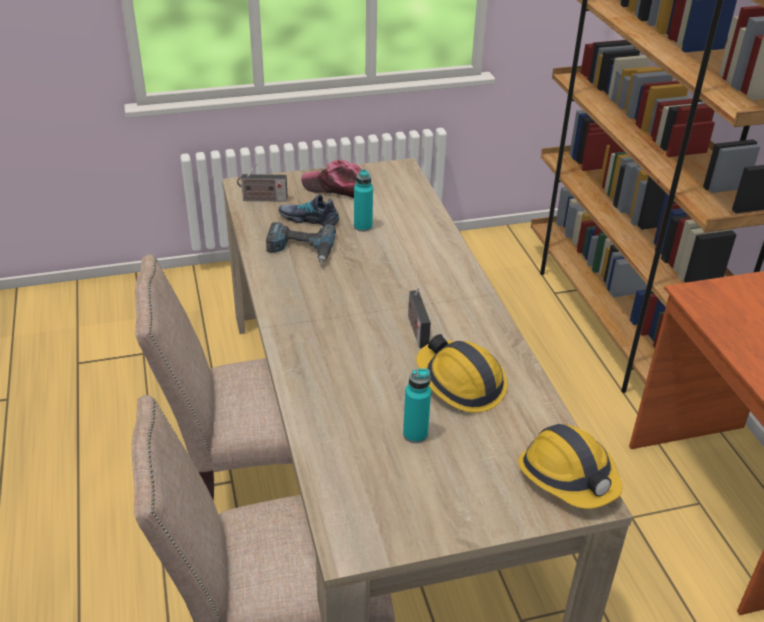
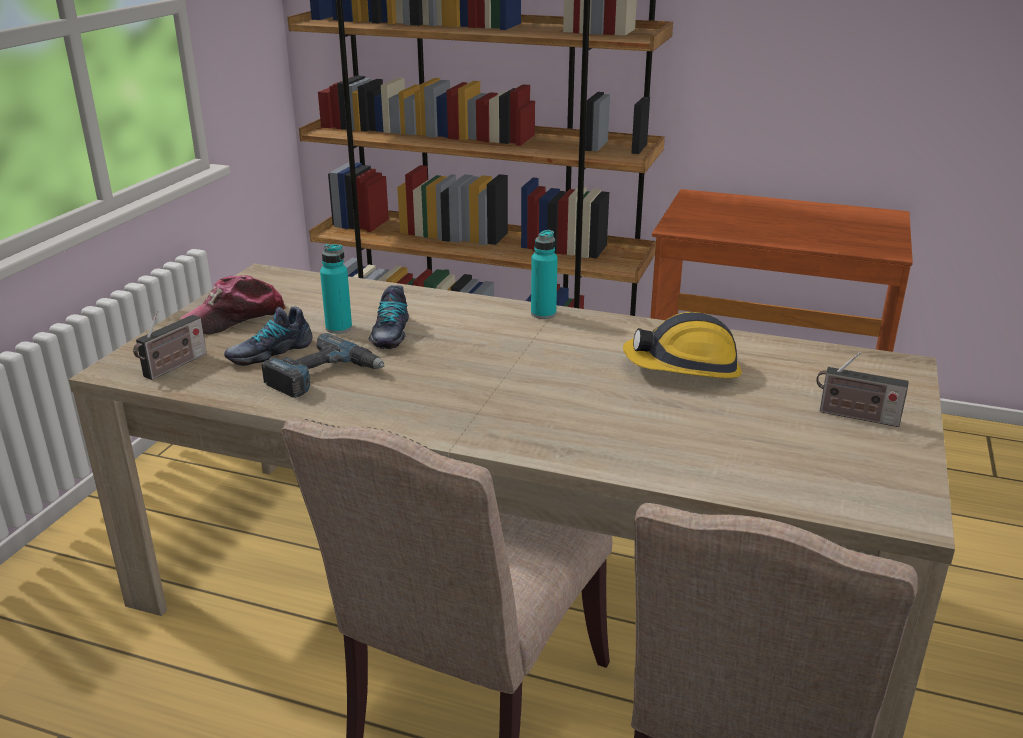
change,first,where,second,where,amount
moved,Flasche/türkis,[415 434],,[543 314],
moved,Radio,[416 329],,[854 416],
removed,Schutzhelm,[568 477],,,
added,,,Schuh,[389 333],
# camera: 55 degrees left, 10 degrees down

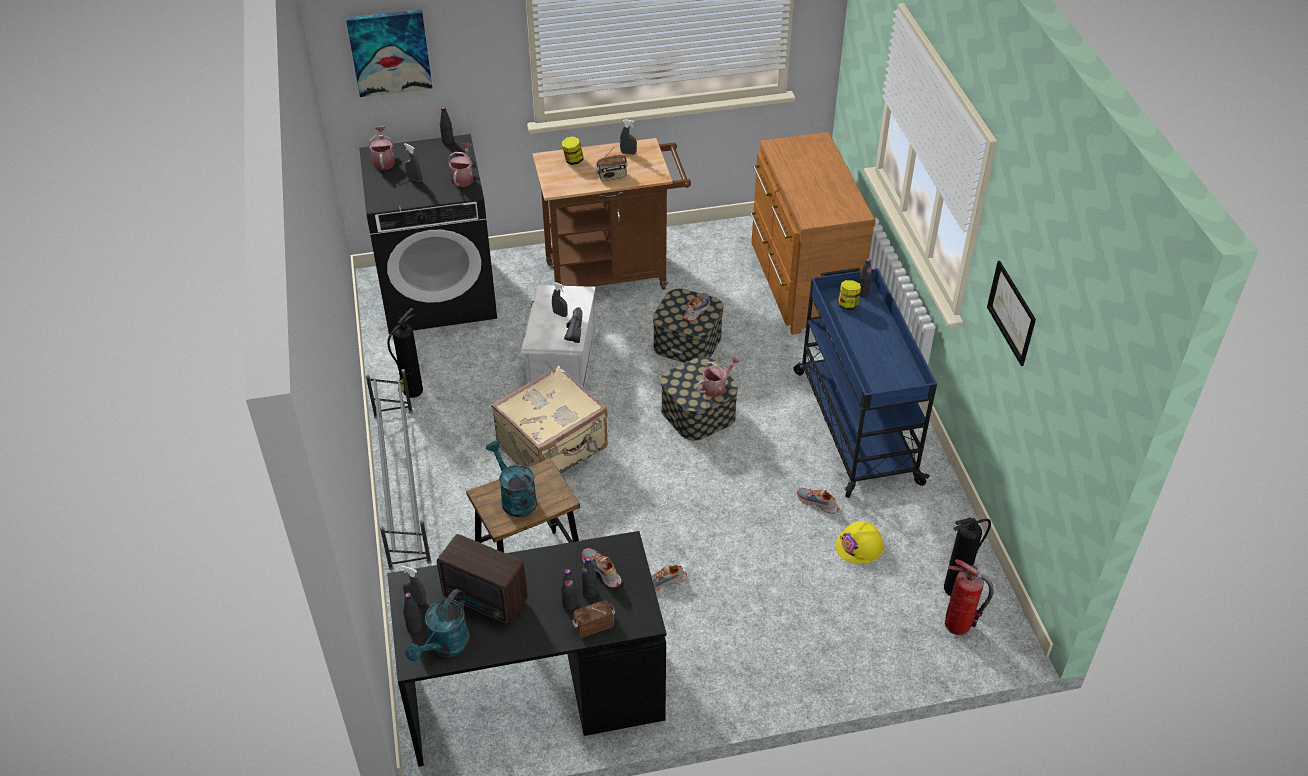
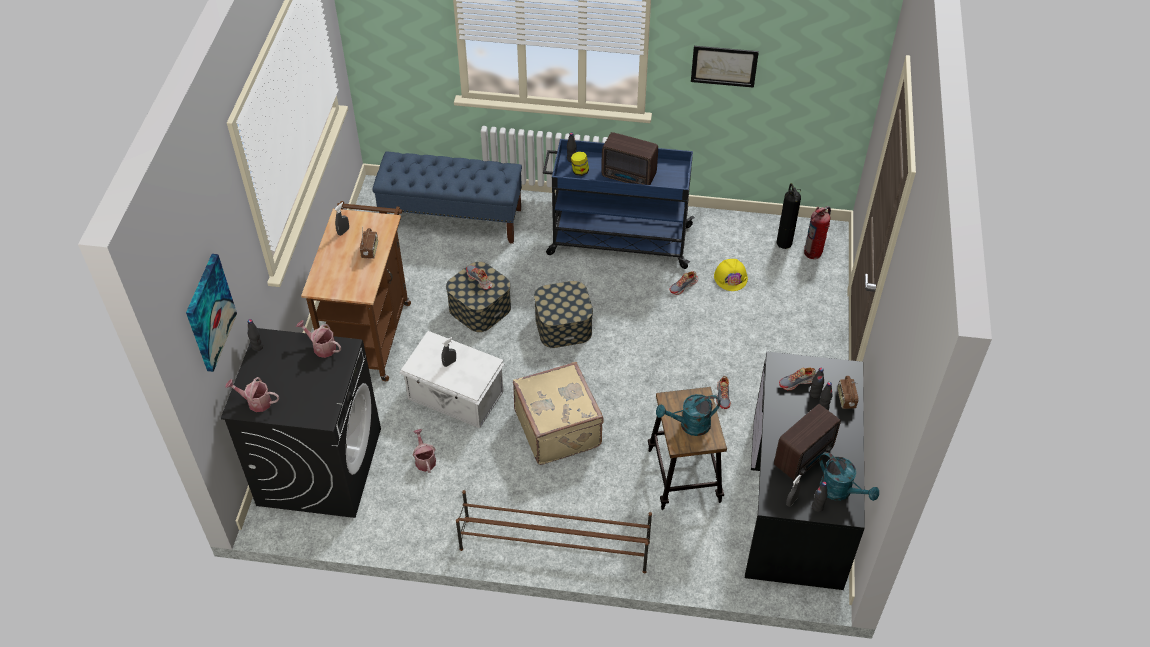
change,first,where,second,where,amount
recoloured,Schuhregal/grau,[401 485],Schuhregal/braun,[553 545],
removed,Feuerlöscher,[412 392],,,
removed,Sprühflasche/grau,[414 179],,,
removed,Vorratsglas,[573 160],,,
removed,Schuh/schwarz,[573 331],,,
moved,Gießkanne,[716 387],,[424 459],
replaced,Kommode/braun,[801 284],Bank/blau,[452 219],
added,,,Radio,[629 177],
# camera: 70 degrees left, 5 degrees up

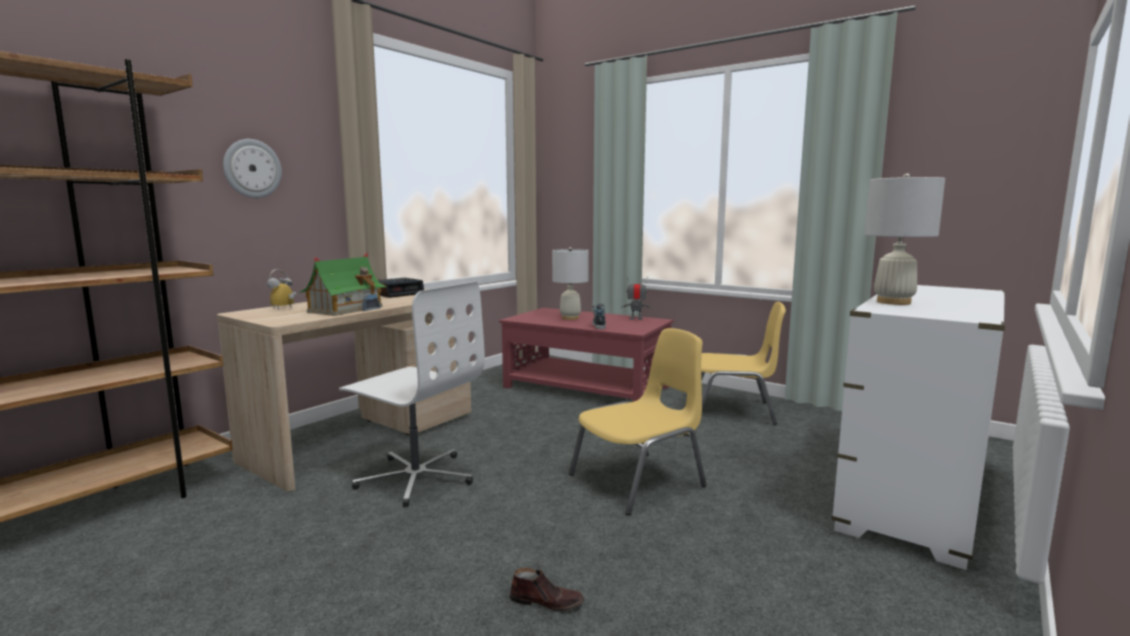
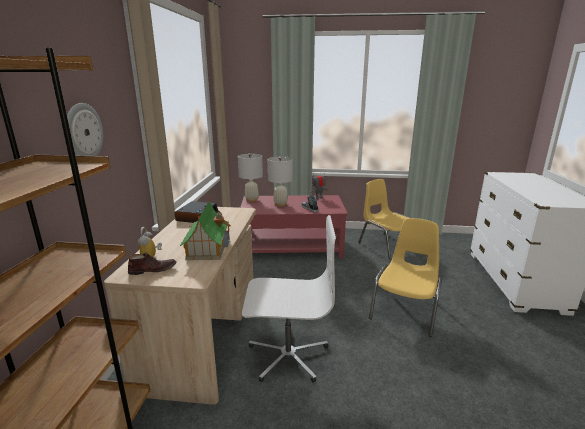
change,first,where,second,where,amount
moved,Schuh/braun,[547 601],,[153 270],
turned,Stuhl/gelb,[733 410],,[386 245],105 degrees counterclockwise
moved,Tischlampe/weiß,[893 302],,[251 200],
# camera: 30 degrees left, 10 degrees up

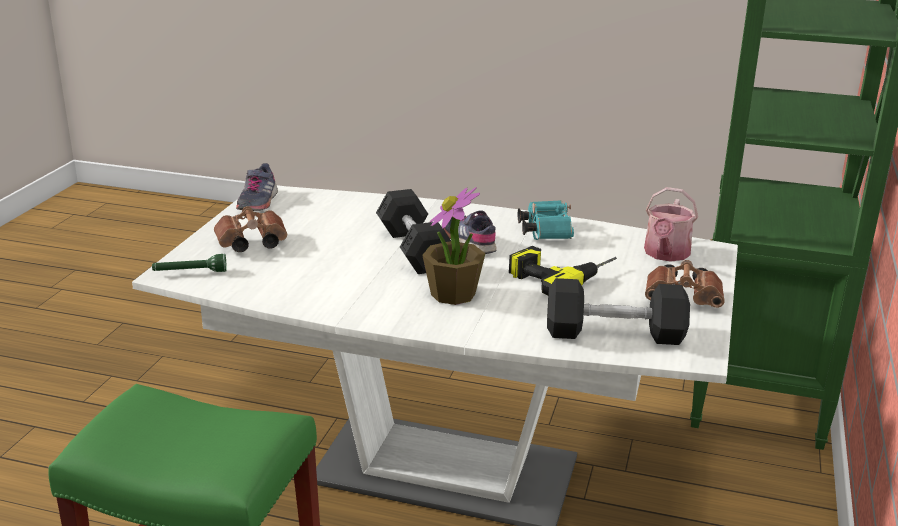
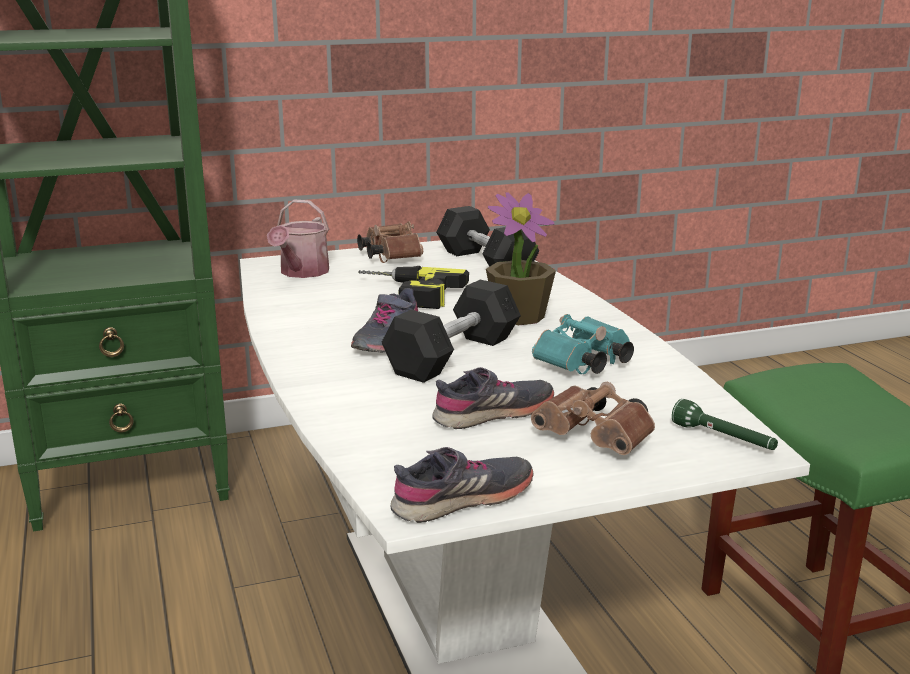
change,first,where,second,where,amount
moved,Fernglas/türkis,[545 231],,[582 365],
turned,Gießkanne,[665 254],,[302 273],120 degrees clockwise
added,,,Schuh/grau,[494 414],
# camera: 125 degrees left, 5 degrees down

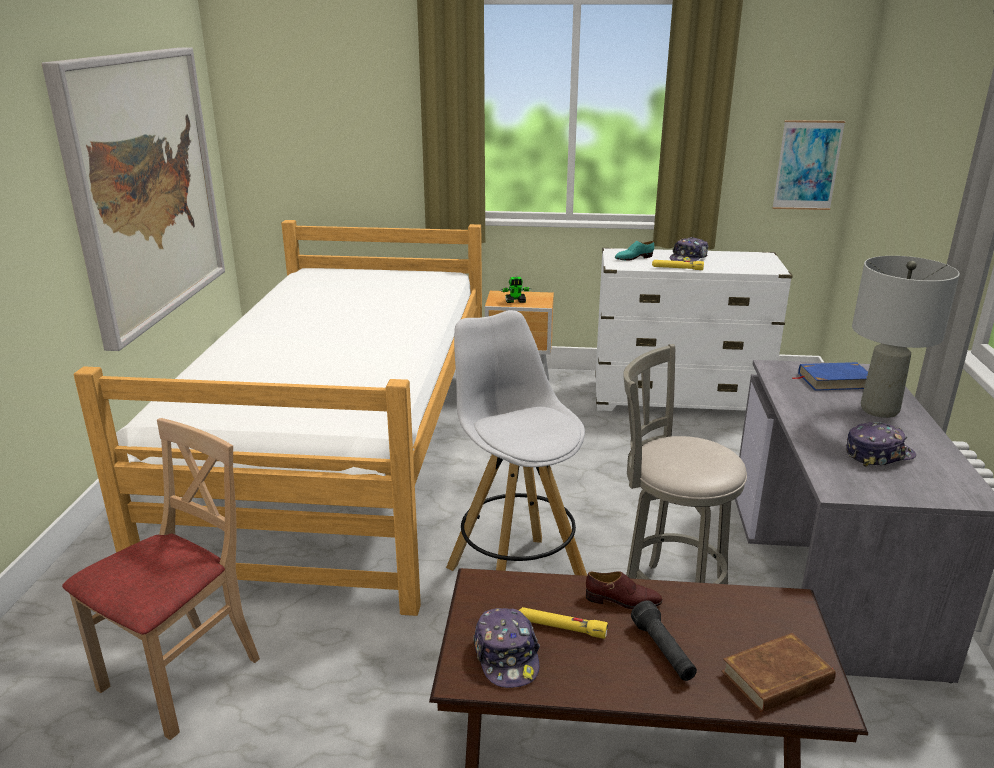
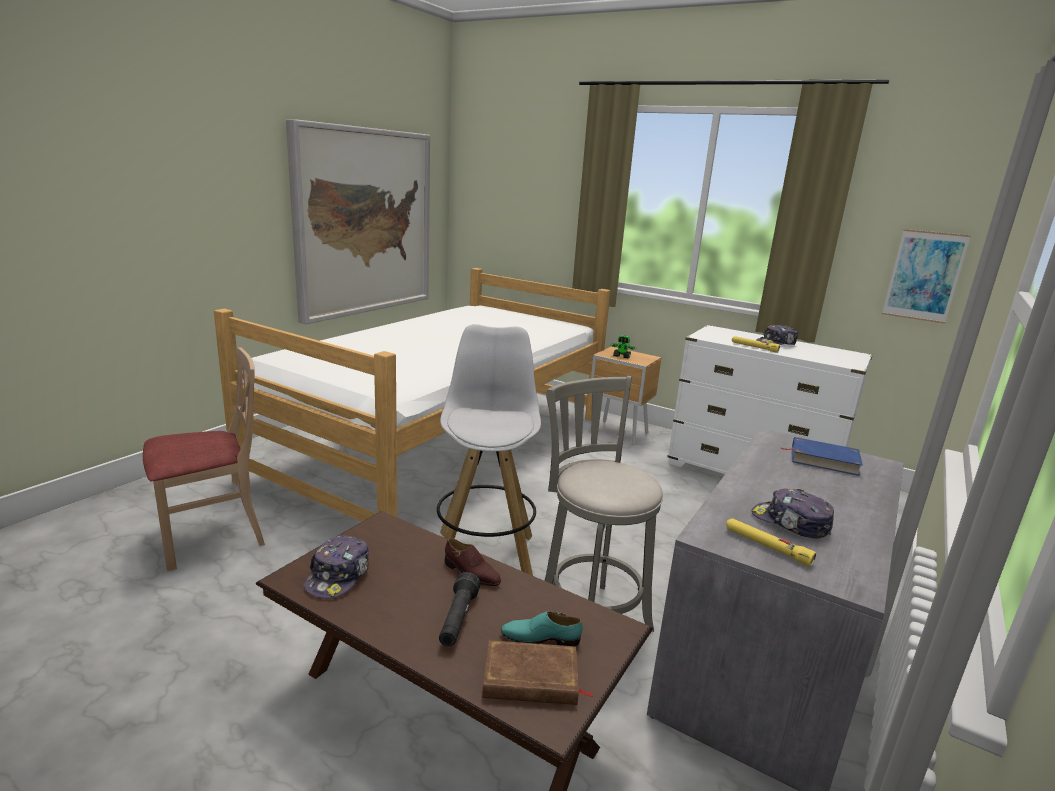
change,first,where,second,where,amount
moved,Taschenlampe/gelb,[561 628],,[767 547],
moved,Schuh/türkis,[633 258],,[540 638],
turned,Kappe,[878 454],,[790 523],150 degrees counterclockwise
removed,Tischlampe/grau,[880 410],,,
# camera: 25 degrees right, 5 degrees down

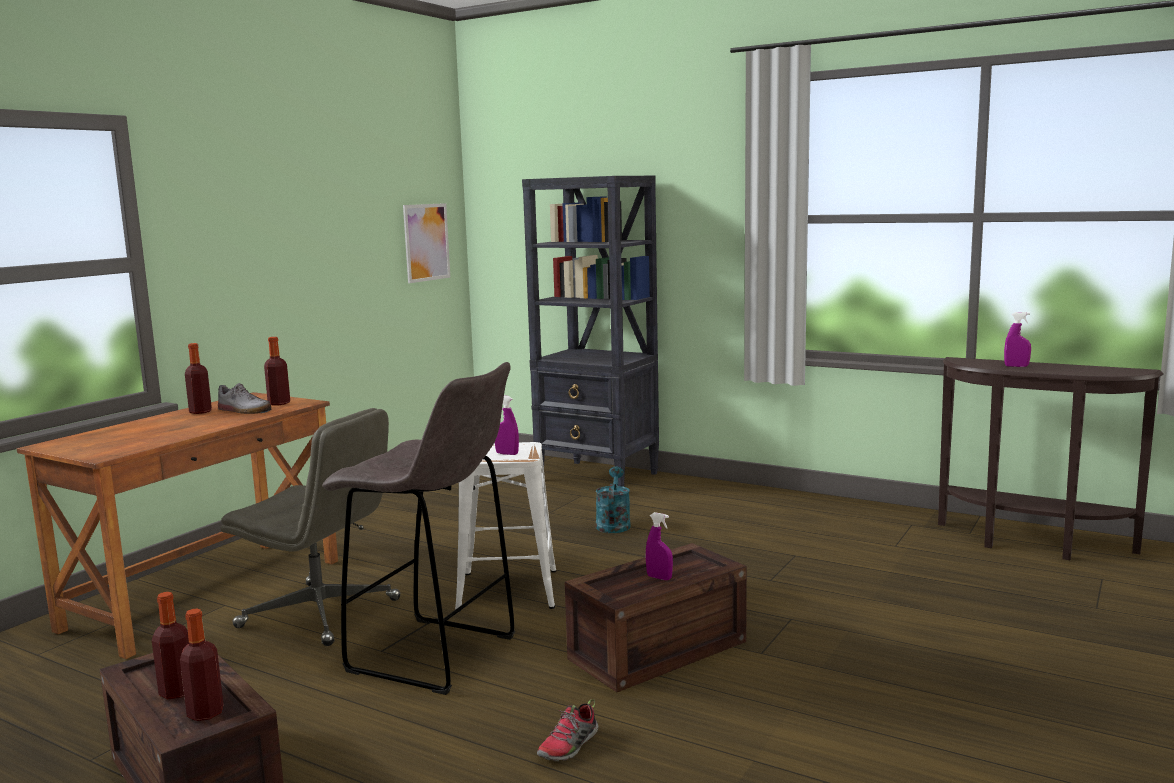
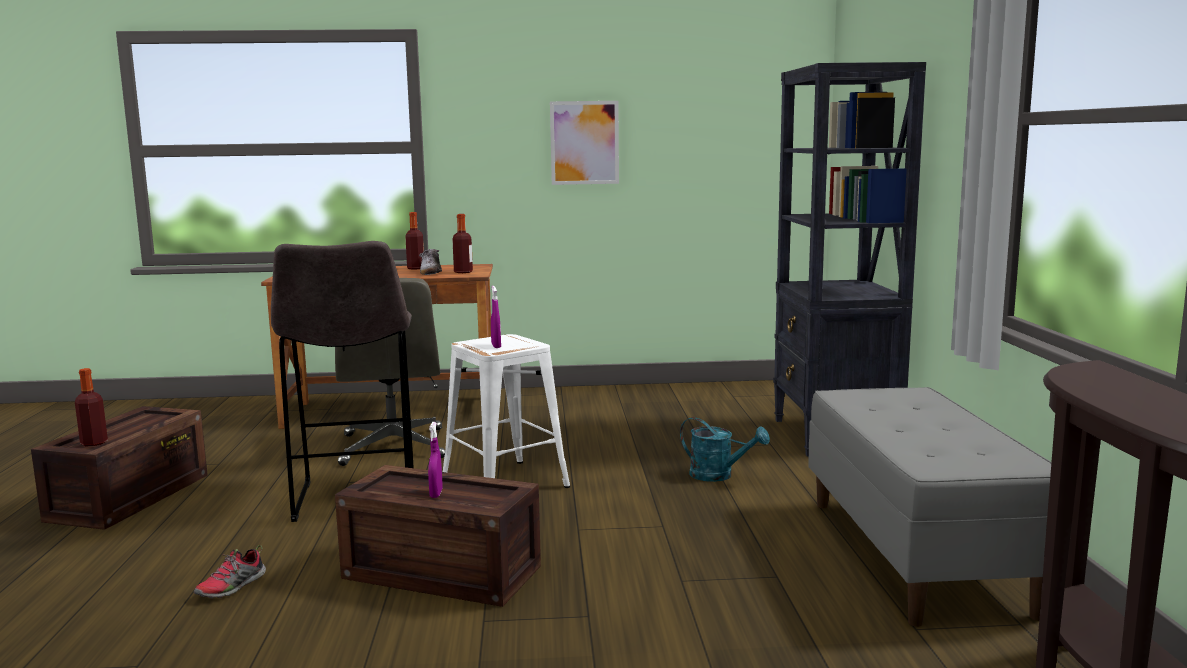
change,first,where,second,where,amount
removed,Flasche,[177 692],,,
moved,Bild,[426 242],,[584 143],
turned,Schuh,[569 746],,[232 587],60 degrees counterclockwise
turned,Gießkanne/türkis,[613 524],,[719 475],60 degrees clockwise
removed,Sprühflasche/lila,[1016 366],,,
added,,,Bank/grau,[917 555],
# camera: 55 degrees right, 0 degrees up

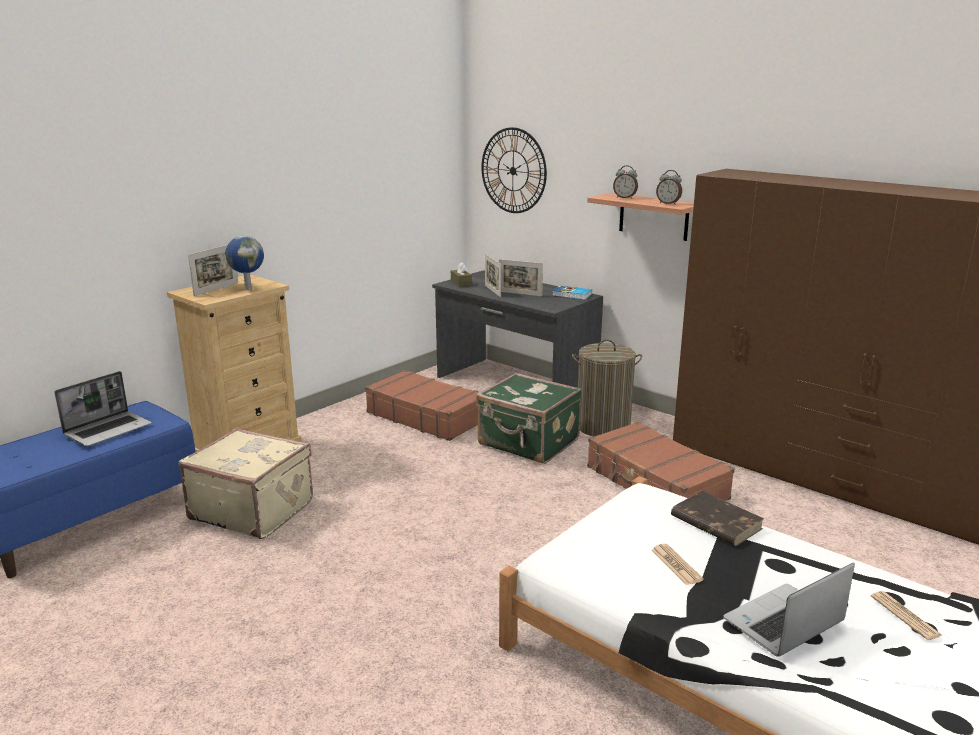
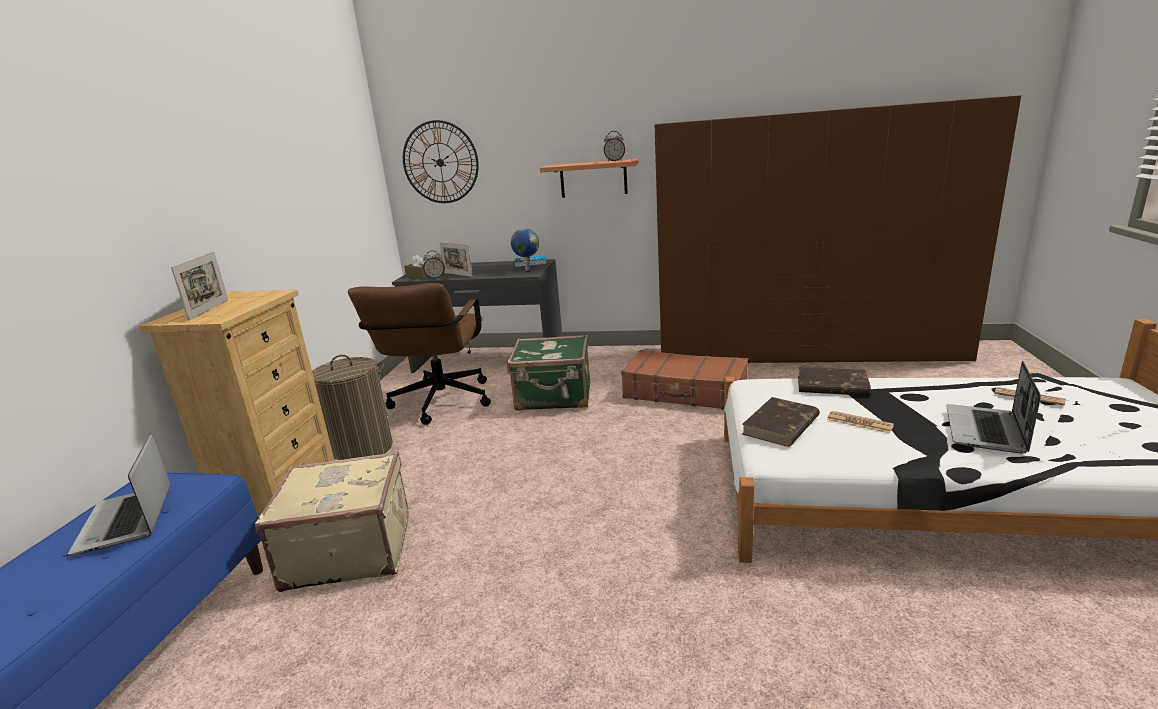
change,first,where,second,where,amount
turned,Laptop,[109 430],,[127 520],150 degrees clockwise
moved,Globus,[248 289],,[527 269],
replaced,Koffer/braun,[426 416],Bürostuhl/braun,[439 405],
removed,Bilderrahmen,[520 293],,,
moved,Wäschekorb,[603 426],,[362 449],
moved,Wecker,[625 198],,[436 278],
added,,,Buch/braun,[780 426],
# camera: 30 degrees left, 0 degrees up

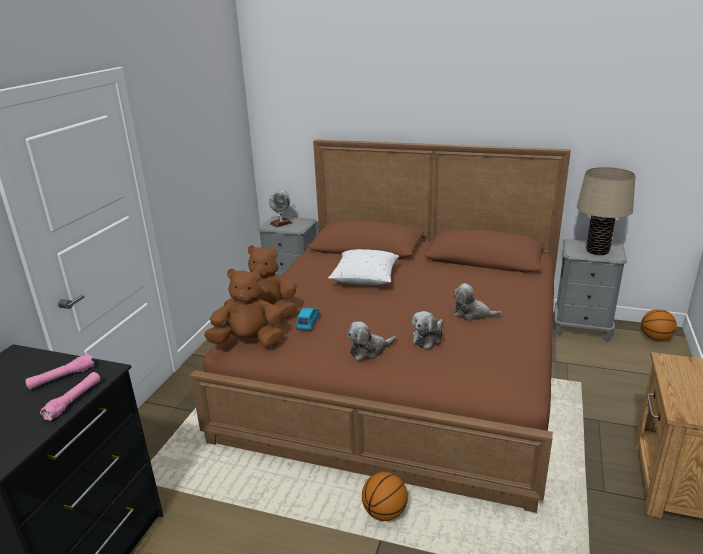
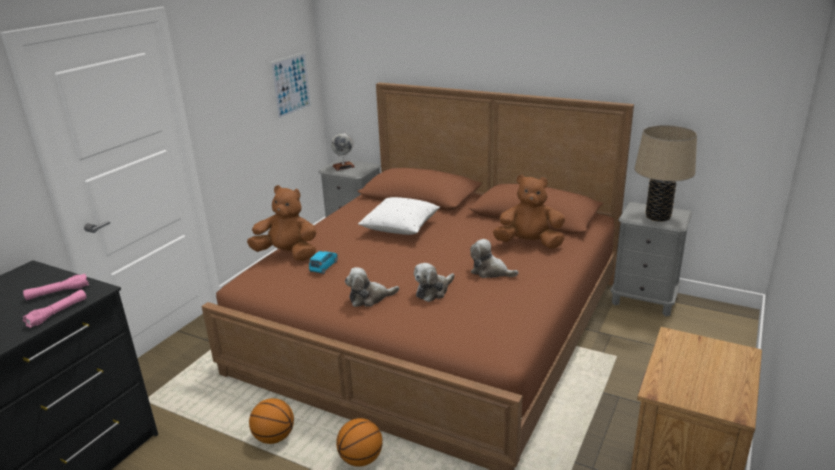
change,first,where,second,where,amount
moved,Plüschtier/braun,[248 342],,[529 243],
moved,Basketball,[655 338],,[274 437],
added,,,Bild,[291 85],
# camera: 10 degrees right, 0 degrees up

